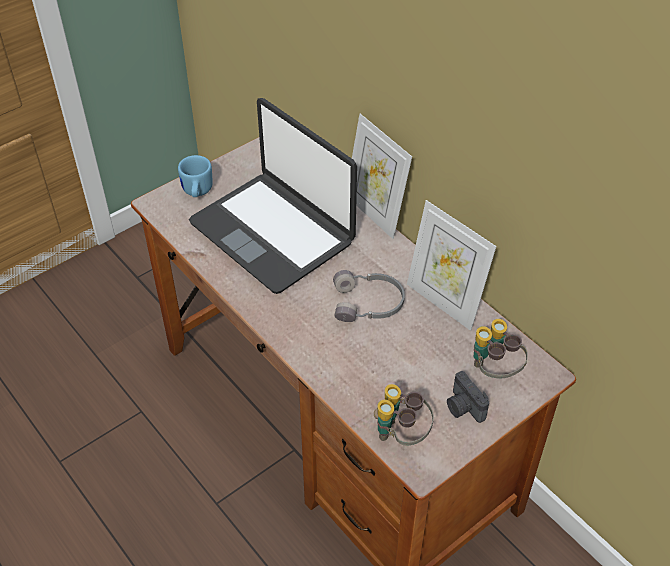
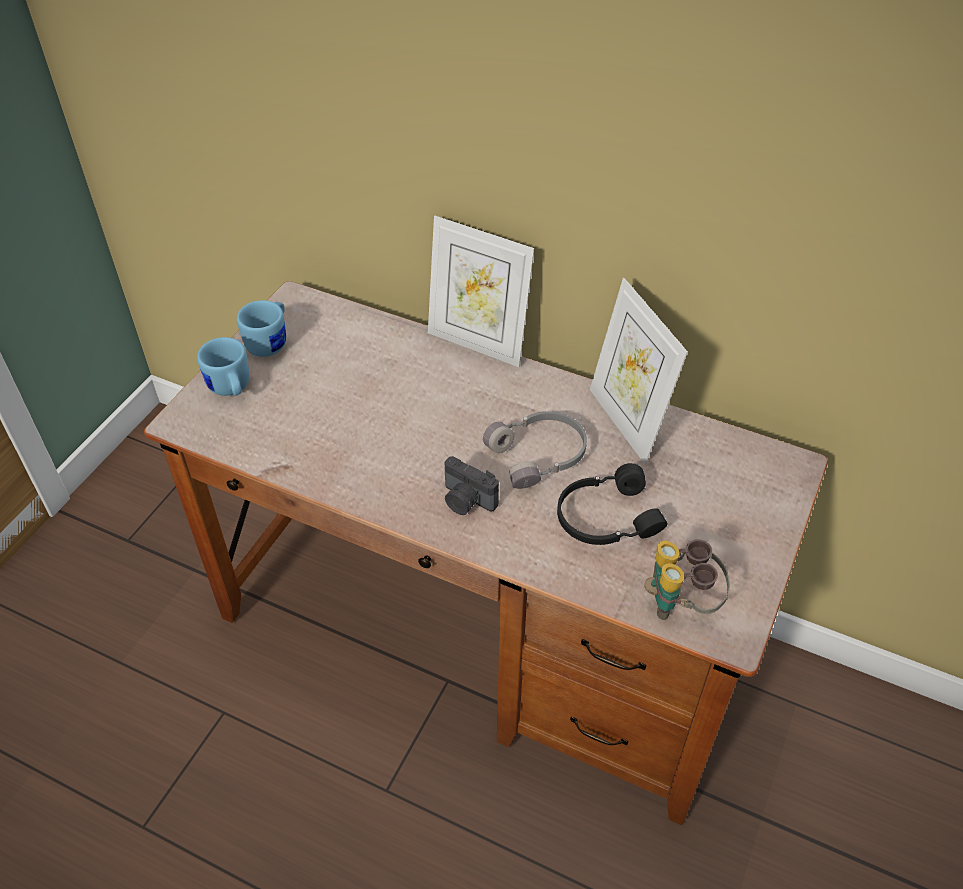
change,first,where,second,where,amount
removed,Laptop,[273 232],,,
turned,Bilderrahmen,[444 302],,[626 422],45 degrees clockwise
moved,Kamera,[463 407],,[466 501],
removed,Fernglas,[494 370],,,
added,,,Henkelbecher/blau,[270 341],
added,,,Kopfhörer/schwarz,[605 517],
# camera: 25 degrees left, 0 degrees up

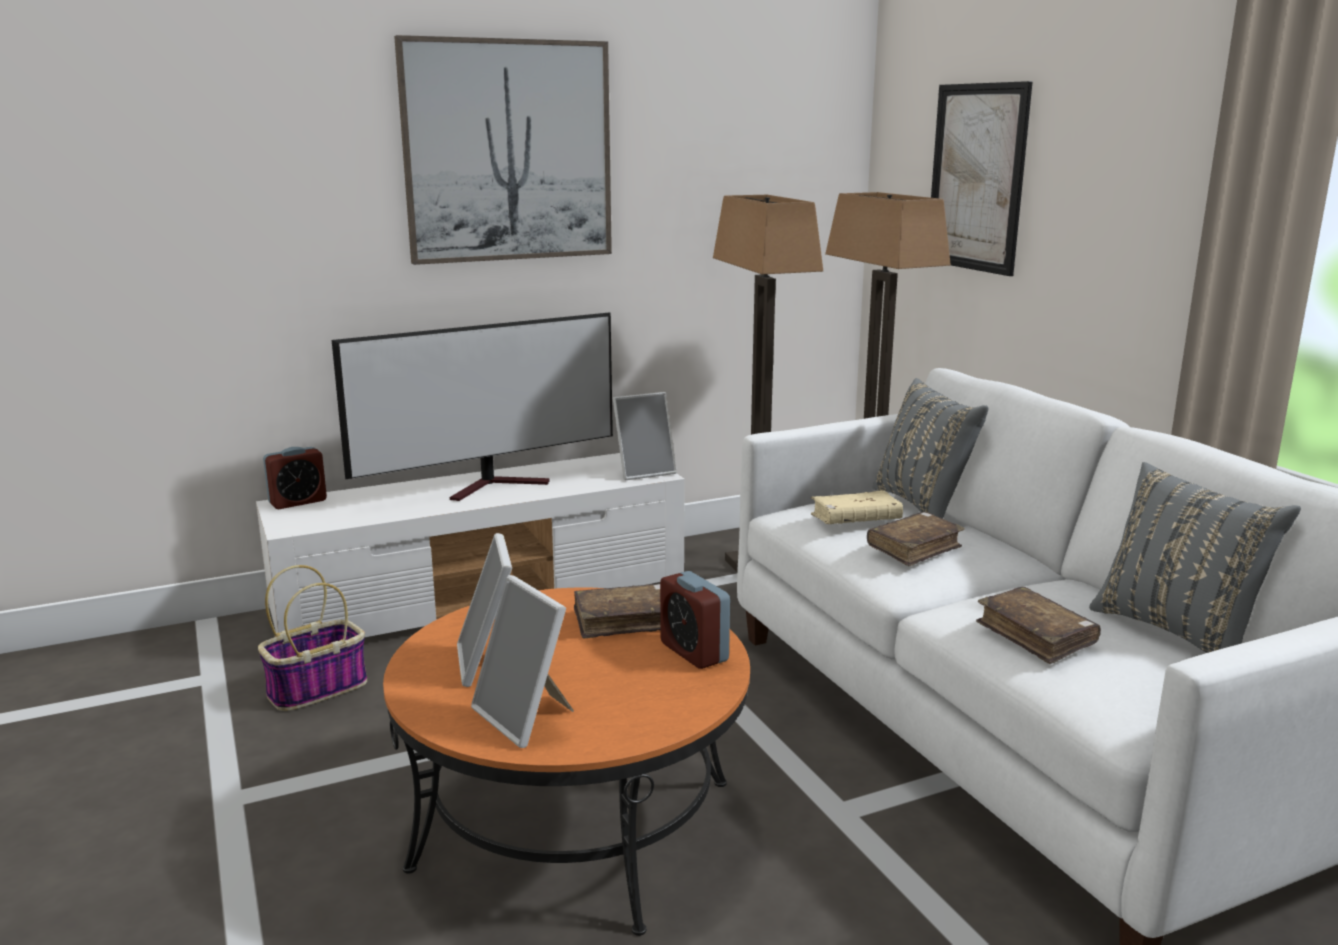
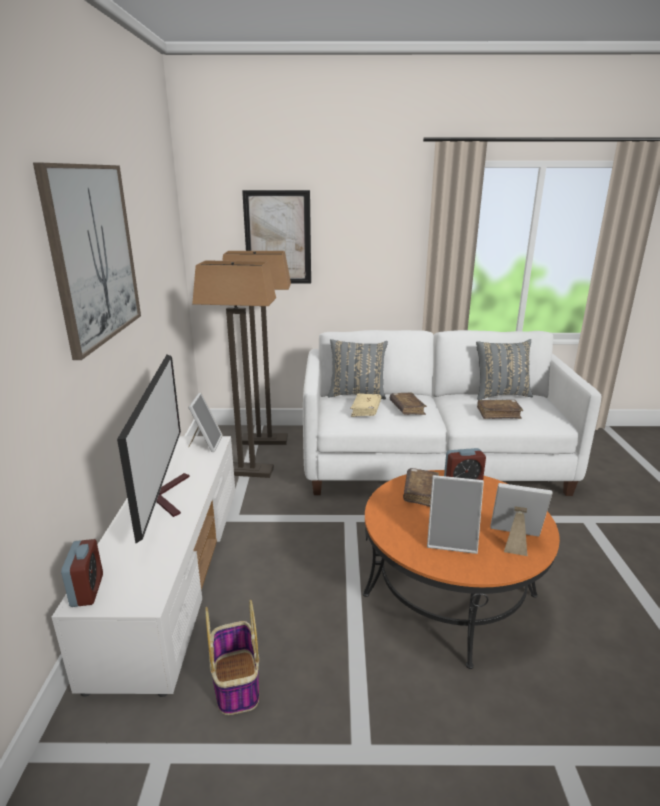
change,first,where,second,where,amount
turned,Bilderrahmen,[526 717],,[514 540],150 degrees counterclockwise
# camera: 65 degrees left, 5 degrees up

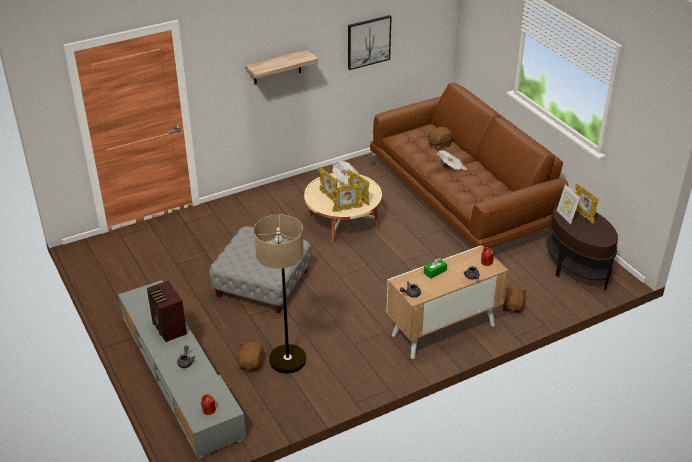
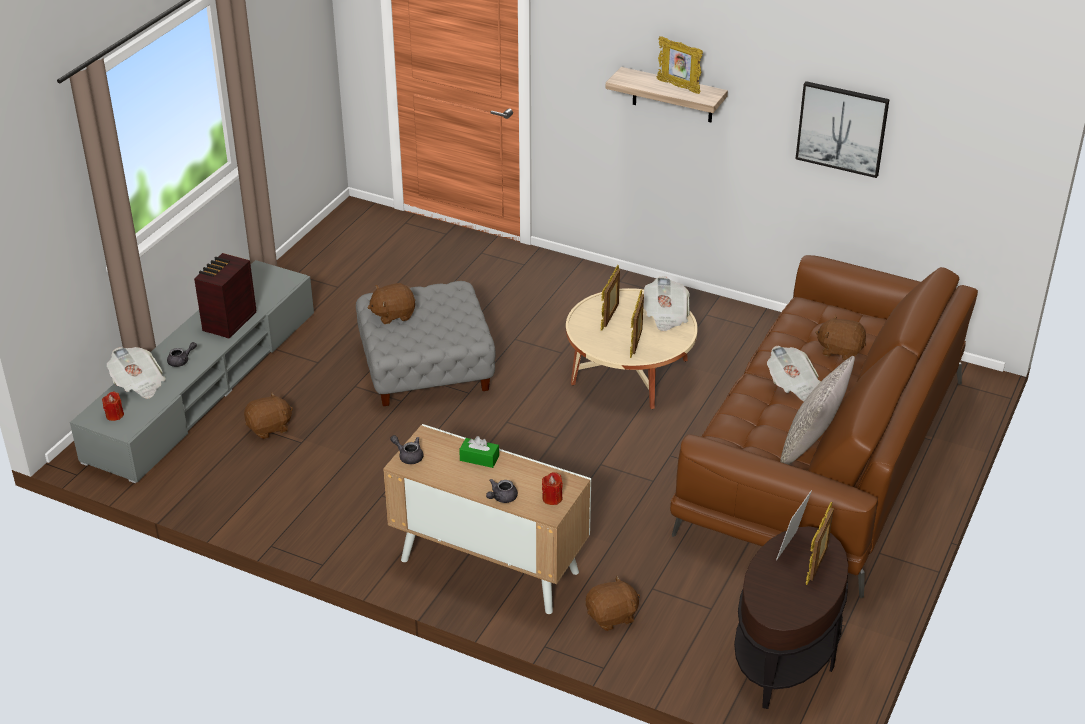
change,first,where,second,where,amount
removed,Stehlampe,[286 371],,,
moved,Bilderrahmen,[347 209],,[678 87],
added,,,Zeitung,[138 384],
added,,,Plüschtier/braun,[393 314],
added,,,Kissen/grau,[811 445],
# camera: 55 degrees right, 0 degrees up

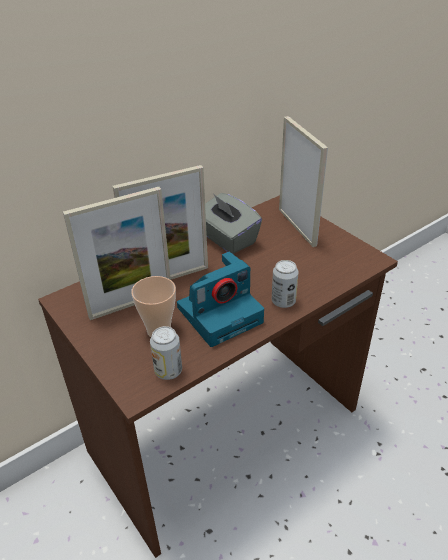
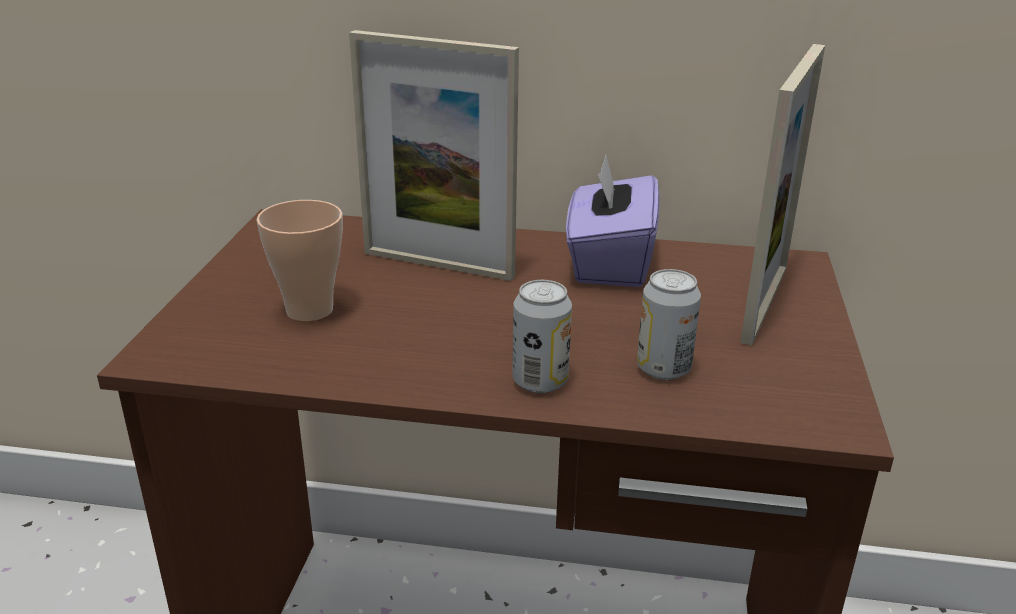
change,first,where,second,where,amount
removed,Bilderrahmen,[131 304],,,
moved,Dose,[168 371],,[663 369],
removed,Kamera,[220 313],,,
recoloured,Taschentuchbox/grau,[227 239],Taschentuchbox/lila,[609 262],
# camera: 45 degrees right, 10 degrees down

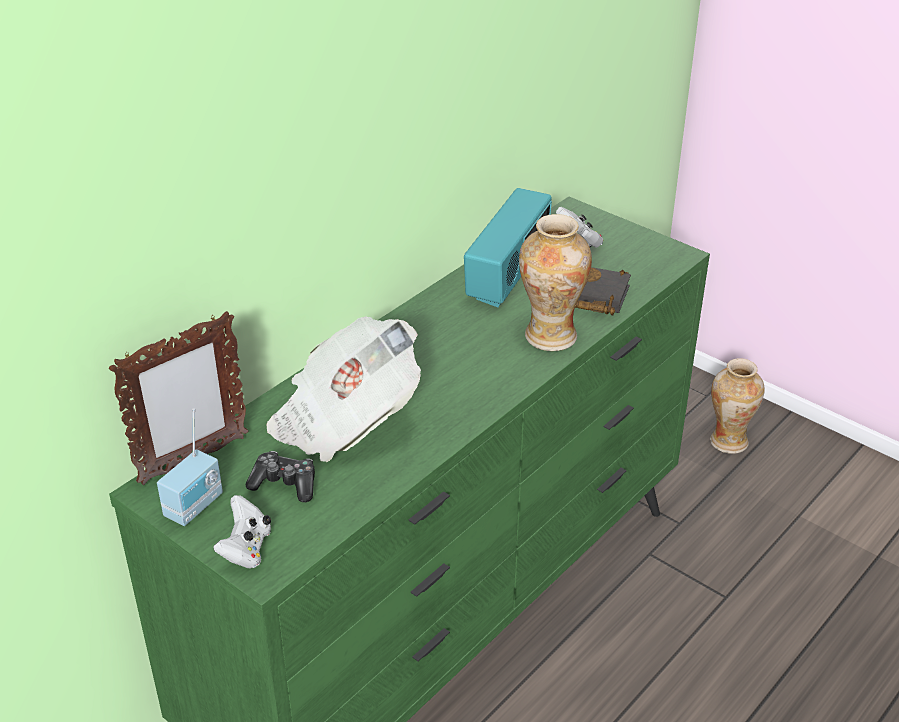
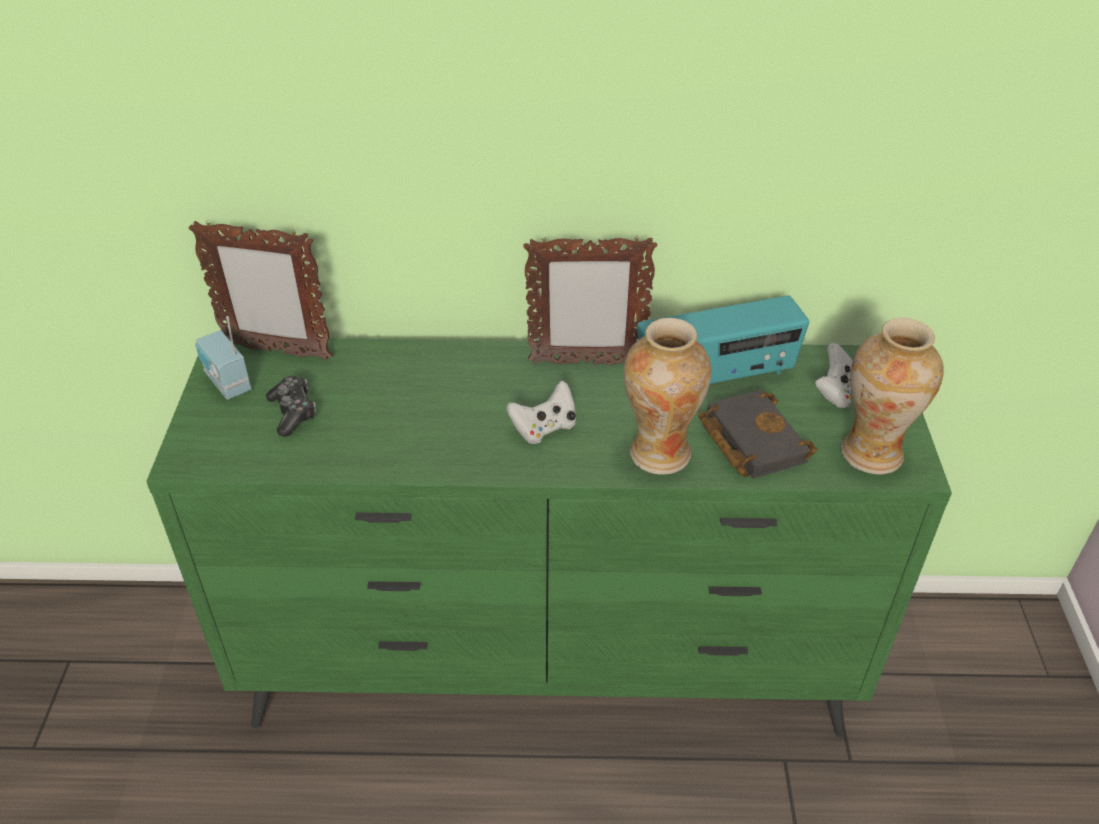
change,first,where,second,where,amount
turned,Radio,[195 507],,[226 384],60 degrees clockwise
moved,Gamepad/weiß,[246 549],,[544 428],
removed,Zeitung,[344 419],,,
moved,Vase,[728 441],,[871 453],
added,,,Bilderrahmen,[585 363],
# camera: 50 degrees right, 5 degrees up

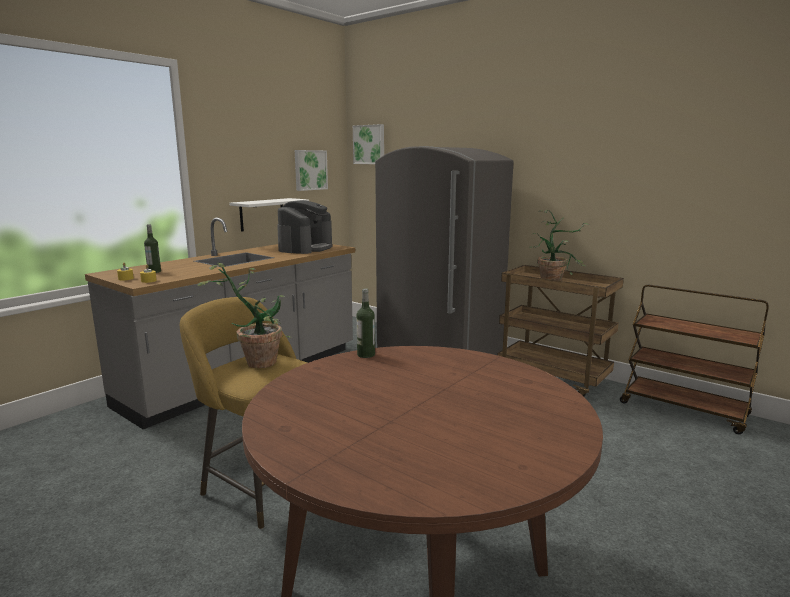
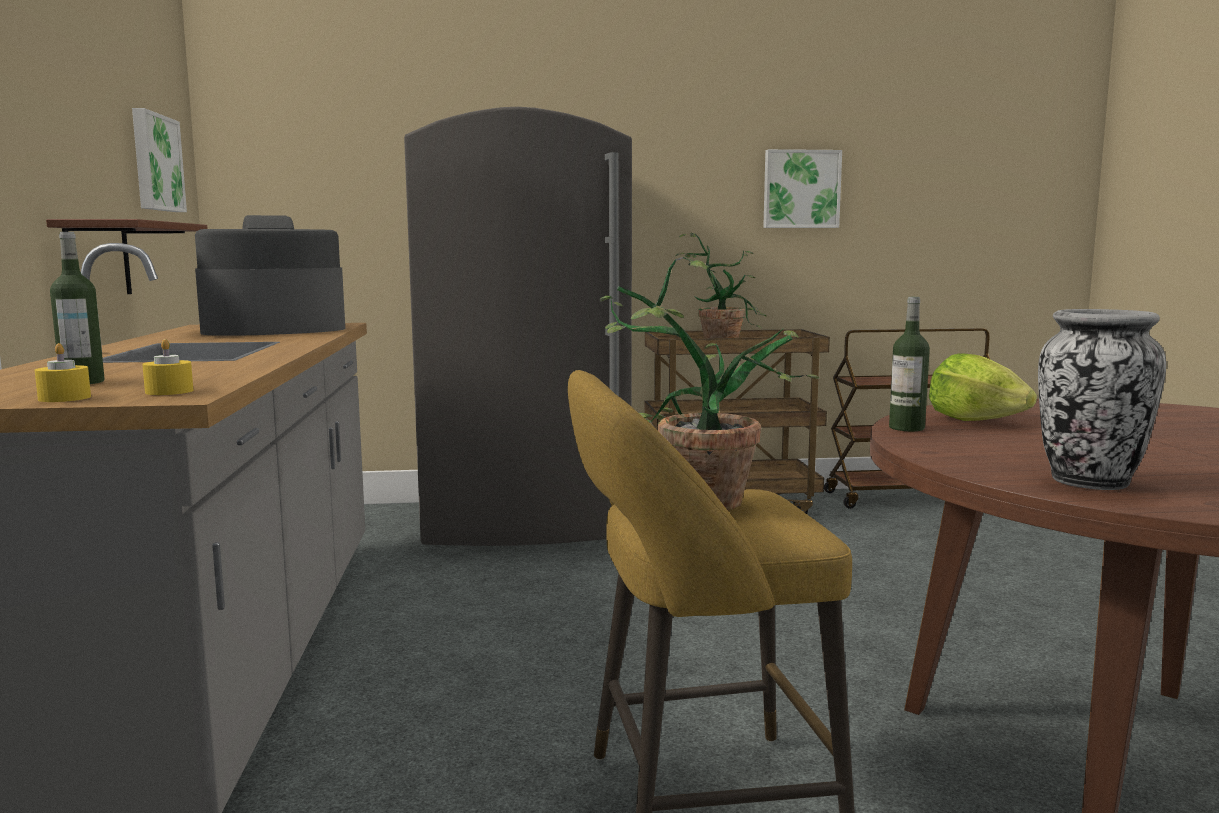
change,first,where,second,where,amount
recoloured,Wandregal/weiß,[262 214],Wandregal/braun,[98 260],
turned,Kaffeemaschine,[306 248],,[272 329],90 degrees counterclockwise
moved,Bild,[369 144],,[801 189],
added,,,Salatkopf,[975 420],
added,,,Vase,[1089 483],
# camera: 45 degrees left, 5 degrees down

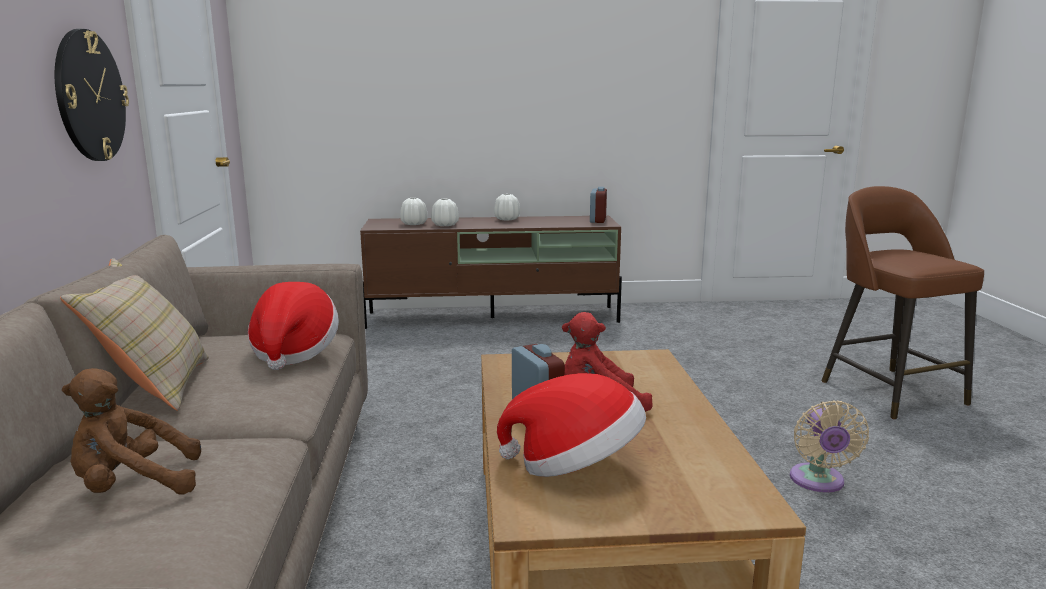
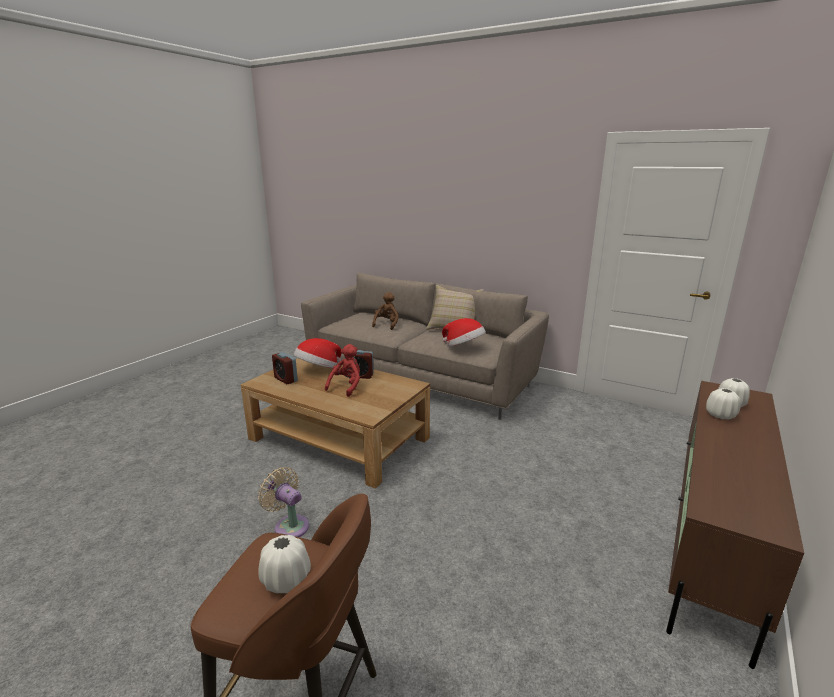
change,first,where,second,where,amount
removed,Wanduhr,[90 96],,,
moved,Vase/weiß,[506 219],,[286 580],
moved,Wecker,[597 220],,[286 379],
# camera: 125 degrees right, 5 degrees up

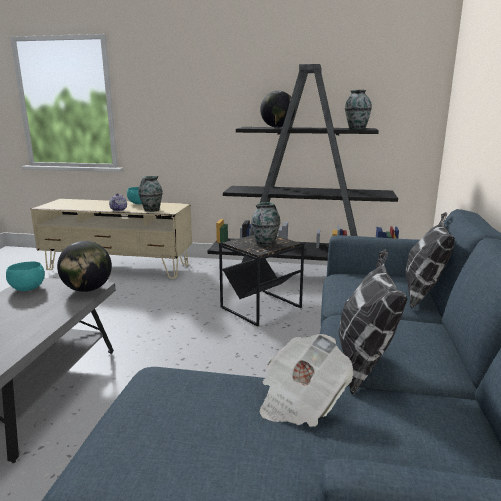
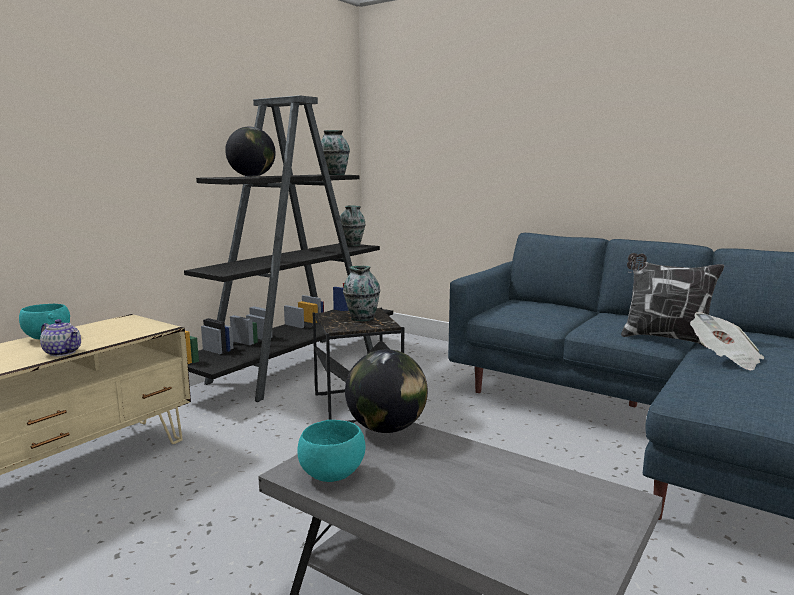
change,first,where,second,where,amount
moved,Vase,[151 210],,[351 245],
removed,Kissen,[423 294],,,
# camera: 65 degrees left, 5 degrees down

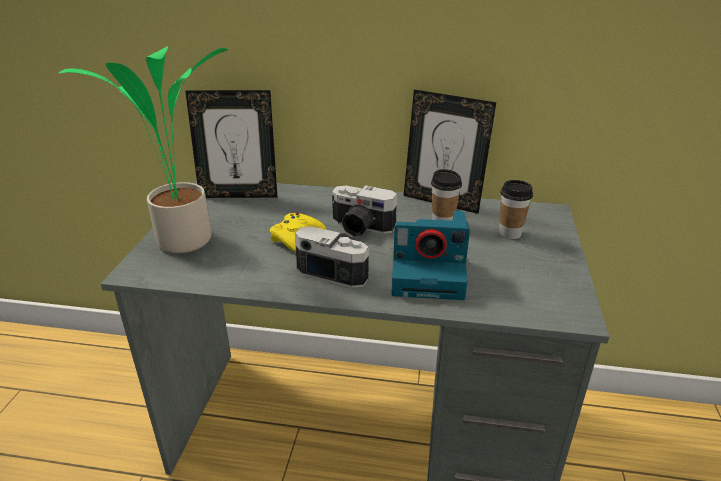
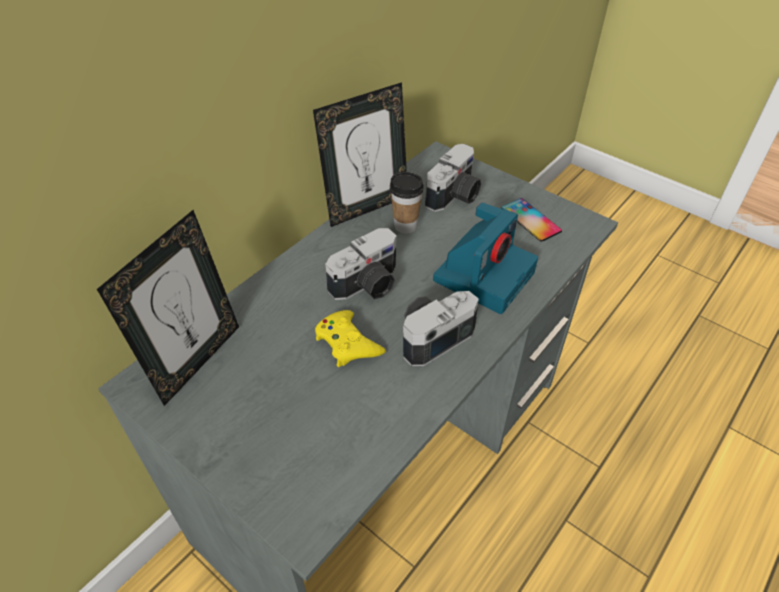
change,first,where,second,where,amount
removed,Topfpflanze,[182 242],,,
replaced,Tasse,[510 233],Kamera,[455 196],
added,,,Handy,[530 220],
# camera: 60 degrees left, 15 degrees up

